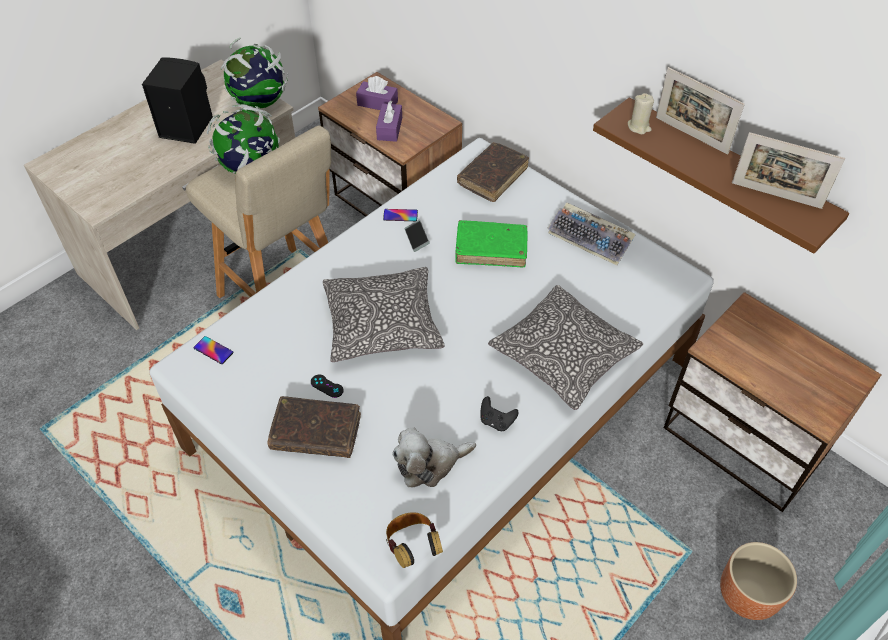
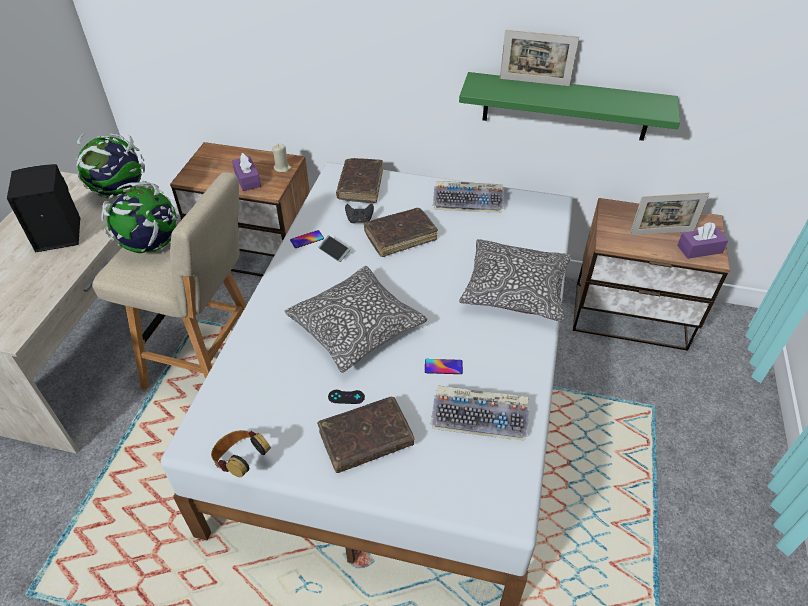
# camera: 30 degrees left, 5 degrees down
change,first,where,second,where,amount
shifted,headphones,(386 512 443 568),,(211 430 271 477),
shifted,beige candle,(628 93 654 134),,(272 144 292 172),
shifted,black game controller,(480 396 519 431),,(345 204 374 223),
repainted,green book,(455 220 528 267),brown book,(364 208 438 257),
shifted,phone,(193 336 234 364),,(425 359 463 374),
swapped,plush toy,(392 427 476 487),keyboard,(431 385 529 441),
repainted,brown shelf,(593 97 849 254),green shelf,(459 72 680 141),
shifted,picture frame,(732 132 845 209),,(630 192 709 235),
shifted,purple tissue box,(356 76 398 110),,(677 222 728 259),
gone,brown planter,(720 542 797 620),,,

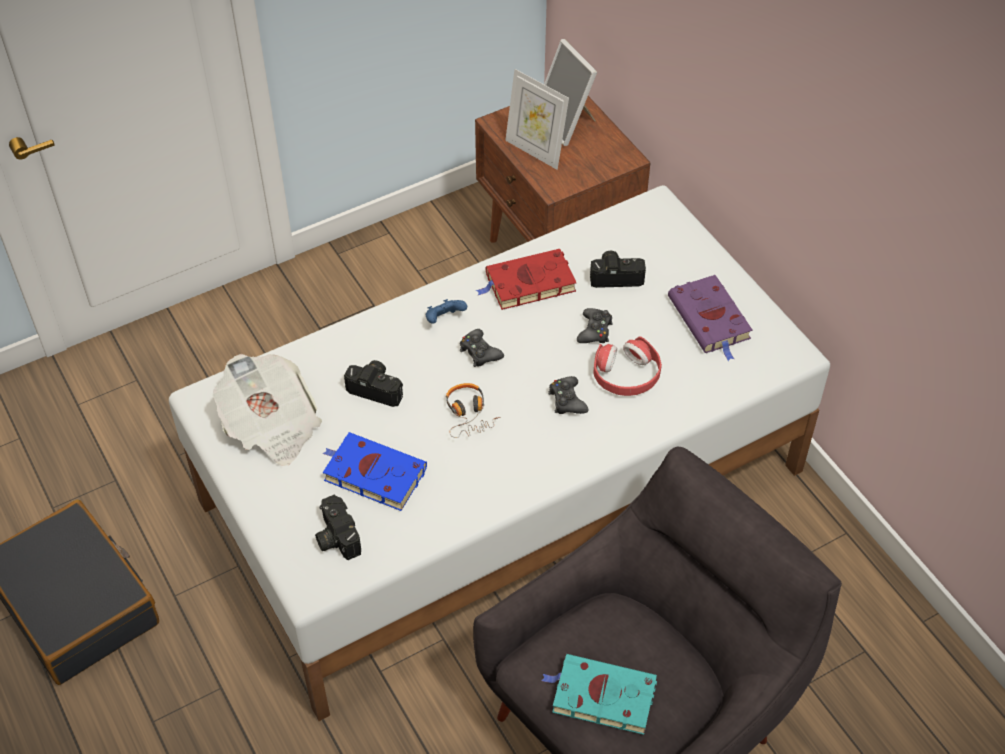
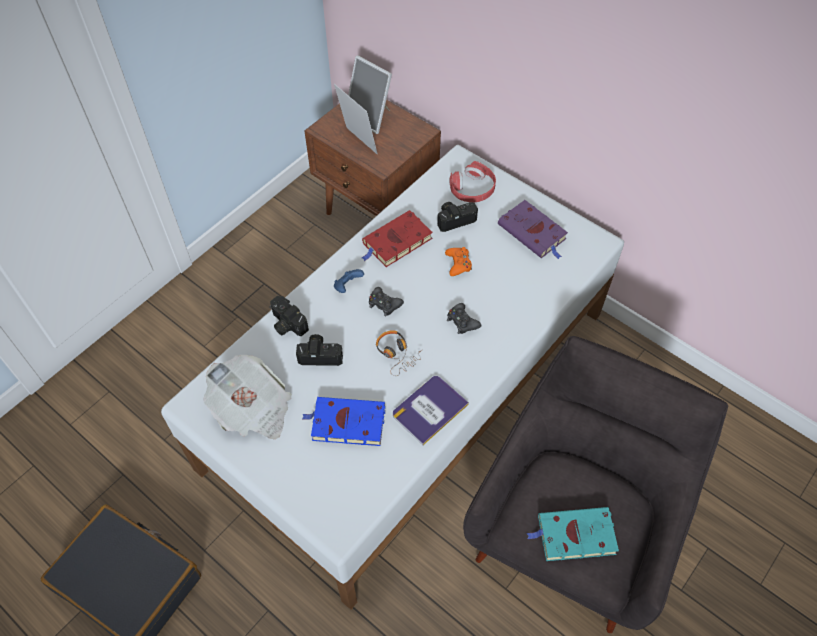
# camera: 20 degrees left, 5 degrees up
change,first,where,second,where,amount
shifted,photo camera,(315 495 361 560),,(269 296 309 336),
rotated,picture frame,(505 69 569 170),,(334 84 377 154),150 degrees counterclockwise
new,,,book,(393 376 469 445),
repainted,black game controller,(577 308 613 343),orange game controller,(445 247 472 276),
shifted,red headphones,(593 336 662 396),,(449 161 496 202),

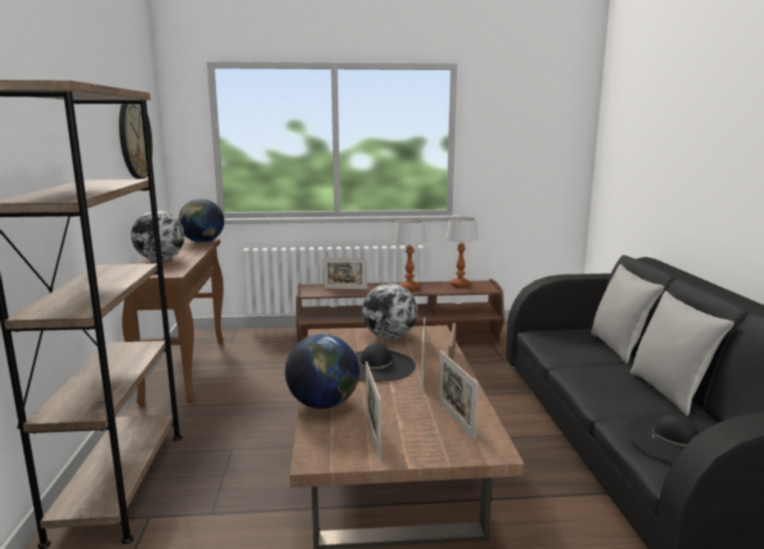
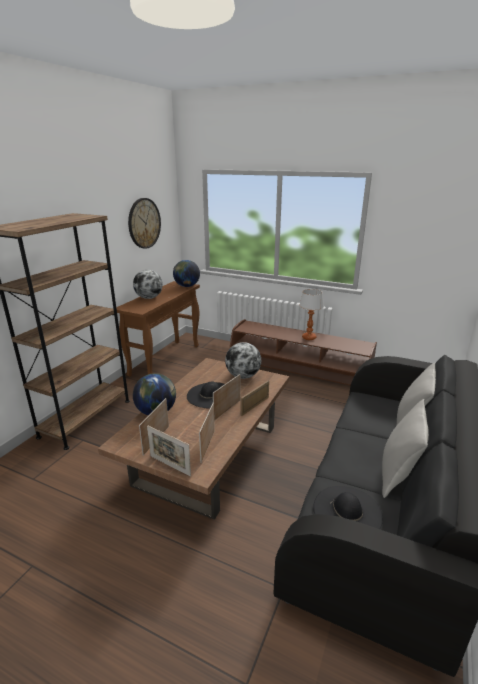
# camera: 30 degrees right, 10 degrees up
change,first,where,second,where,amount
shifted,picture frame,(323 258 367 289),,(147 425 191 476),
gone,table lamp,(445 217 478 287),,,

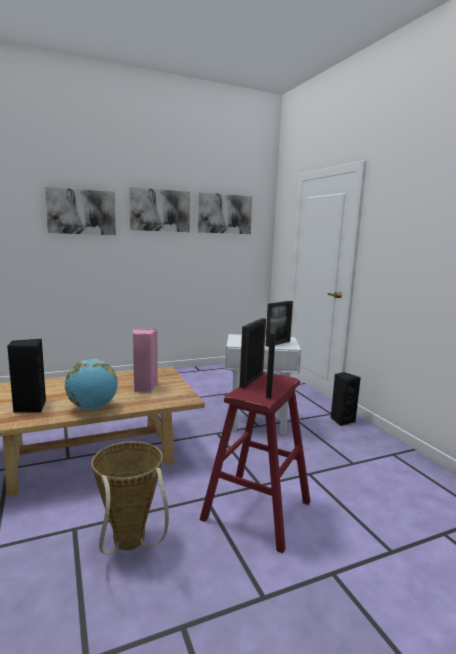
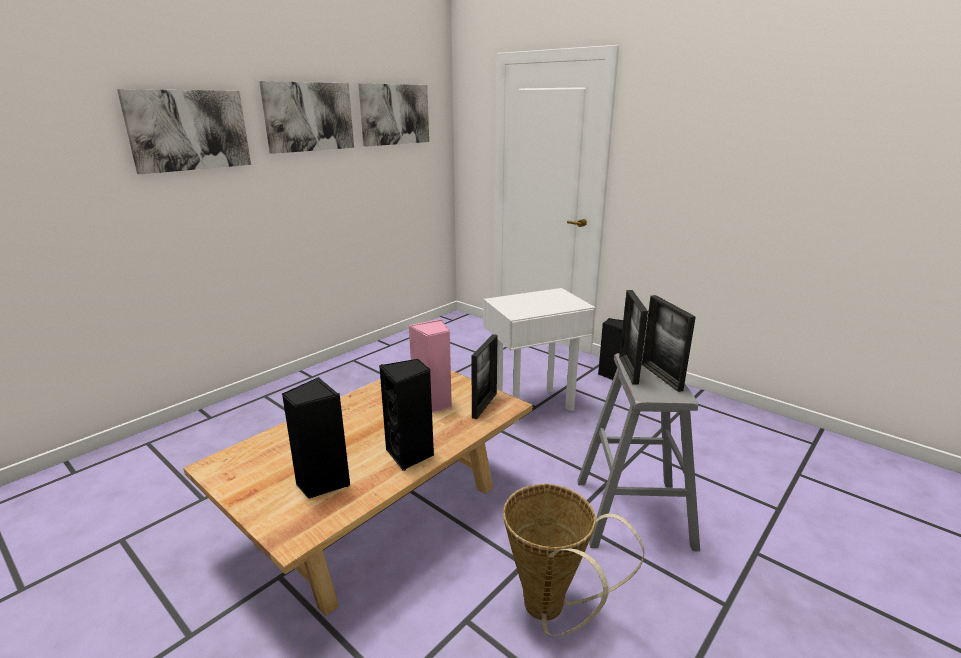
# camera: 25 degrees left, 10 degrees up
change,first,where,second,where,amount
swapped,globe,(65 359 118 410),black speaker,(379 359 434 471),
shifted,picture frame,(265 301 293 347),,(471 334 498 419),
repainted,red stool,(200 372 311 554),grey stool,(577 353 700 551),

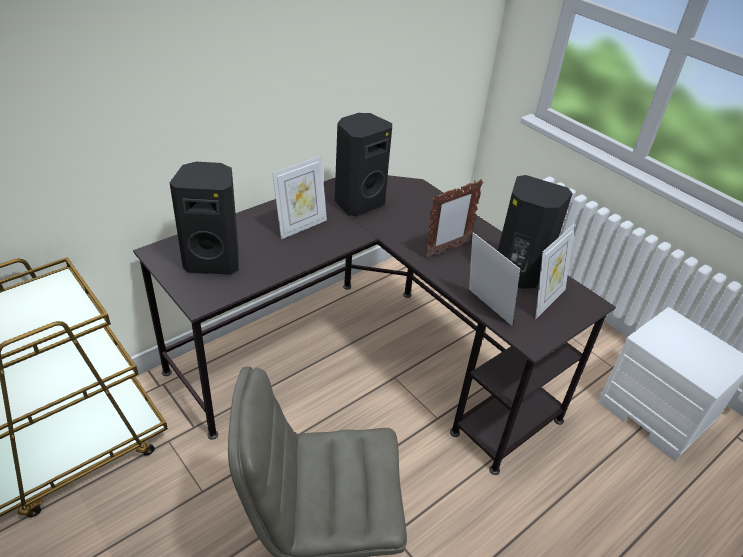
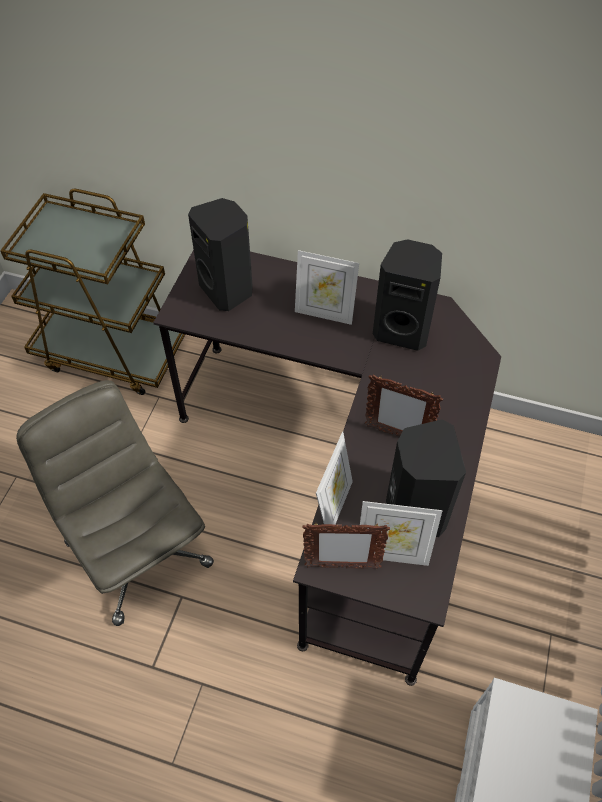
# camera: 60 degrees right, 15 degrees up
change,first,where,second,where,amount
new,,,picture frame,(302 523 390 569),

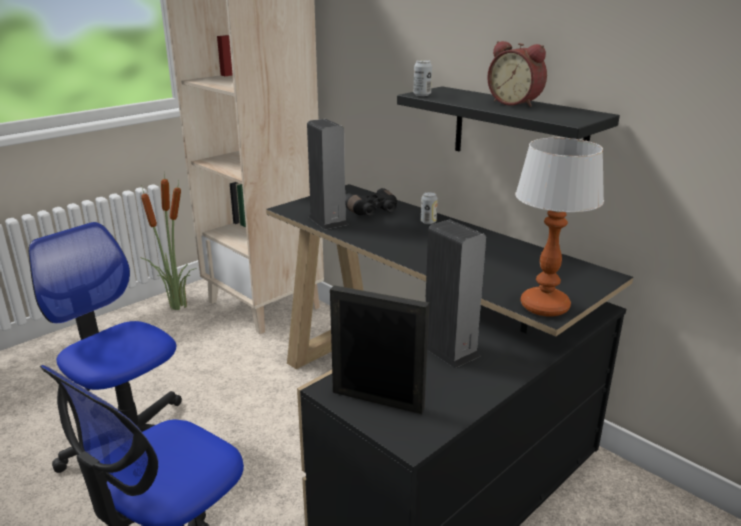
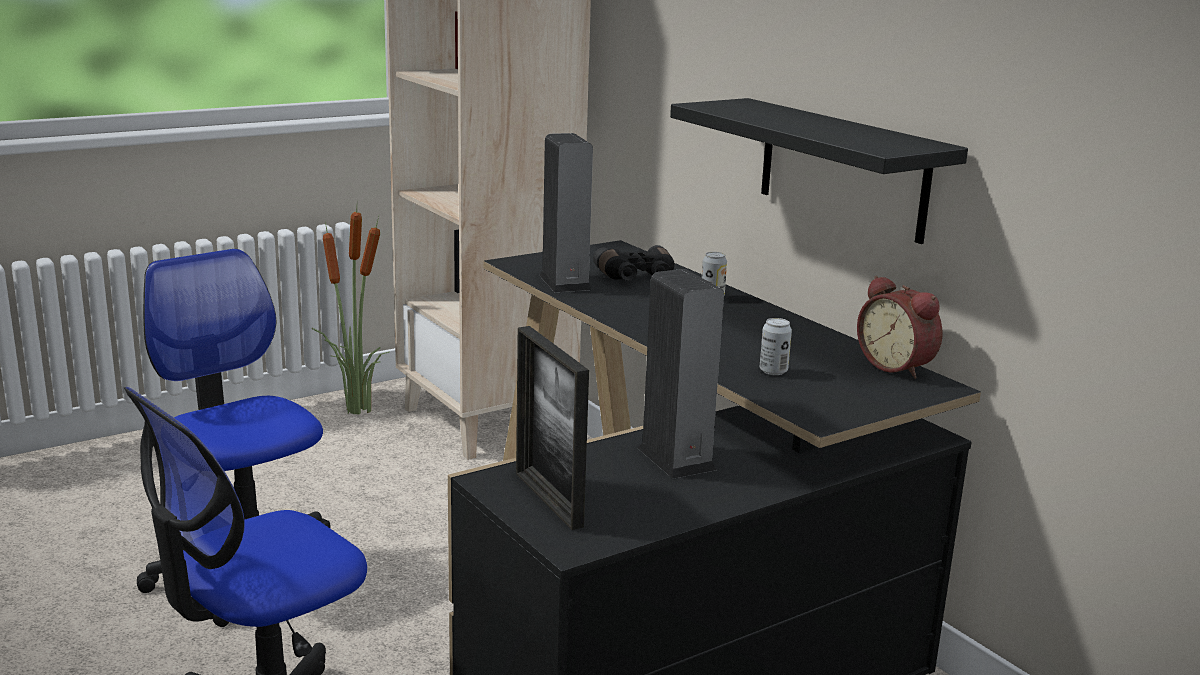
# camera: 10 degrees right, 5 degrees down
change,first,where,second,where,amount
rotated,picture frame,(330 285 429 414),,(516 326 589 530),150 degrees counterclockwise
shifted,can,(413 60 432 96),,(760 318 792 375),
shifted,alarm clock,(487 41 547 107),,(857 276 943 379),
gone,table lamp,(515 138 604 317),,,

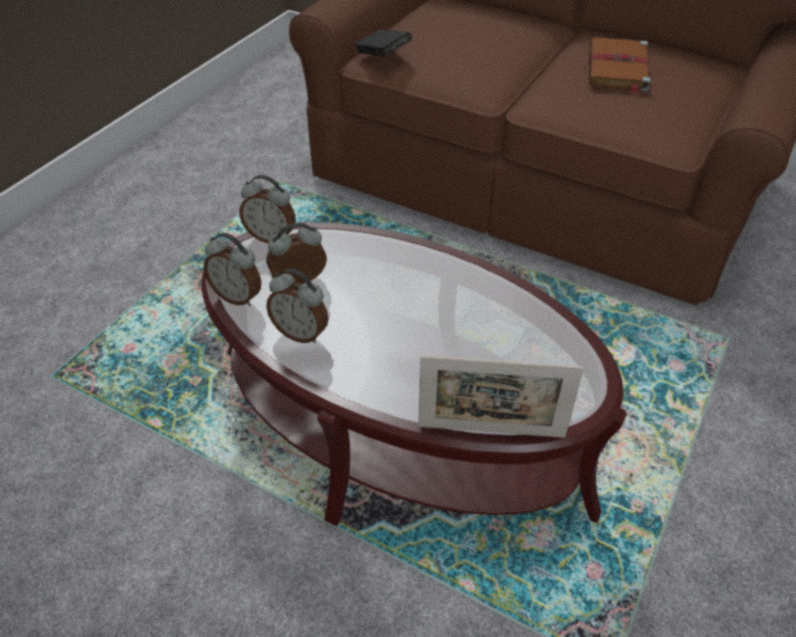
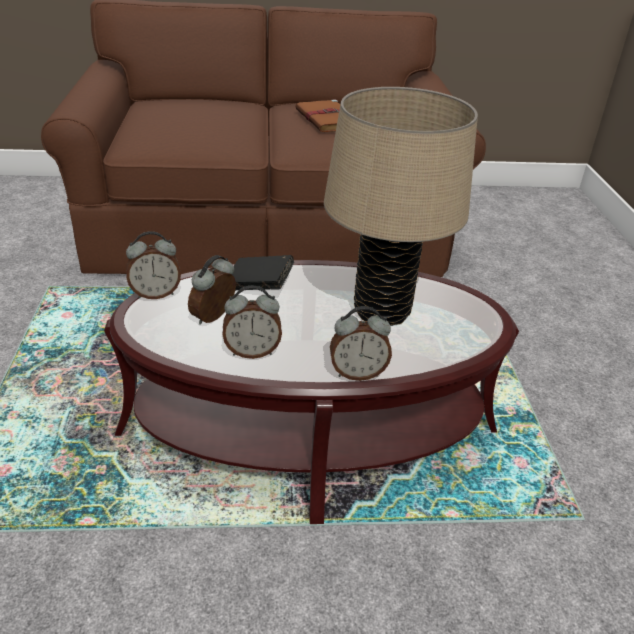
# camera: 35 degrees left, 10 degrees down
change,first,where,second,where,amount
shifted,black book,(355 30 412 57),,(231 255 294 290),
new,,,beige table lamp,(324 87 478 326),
shifted,alarm clock,(204 233 261 306),,(330 306 392 381),
gone,picture frame,(418 355 584 438),,,

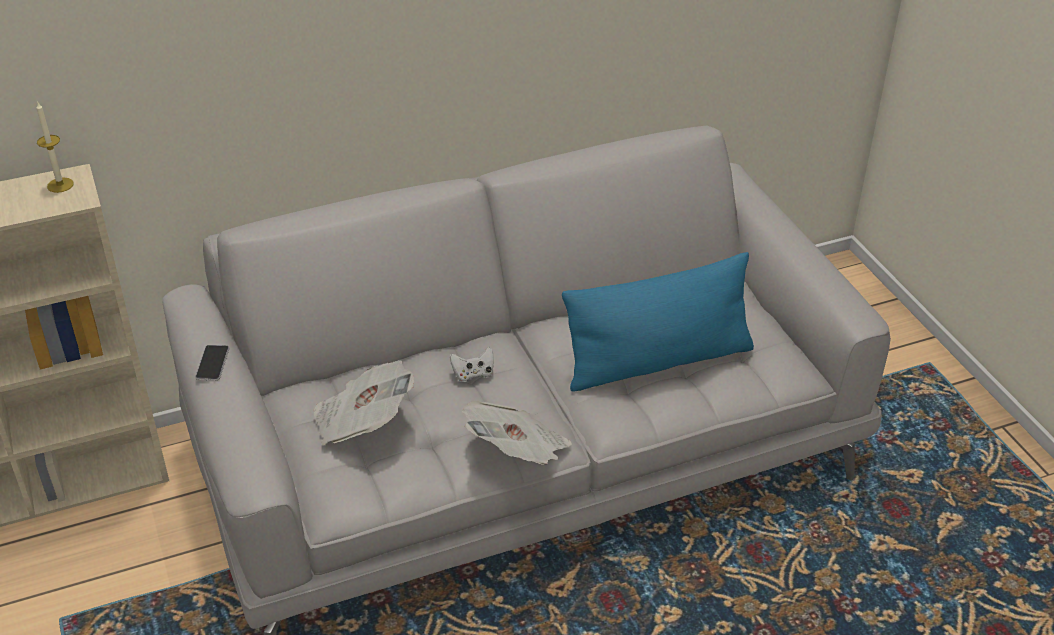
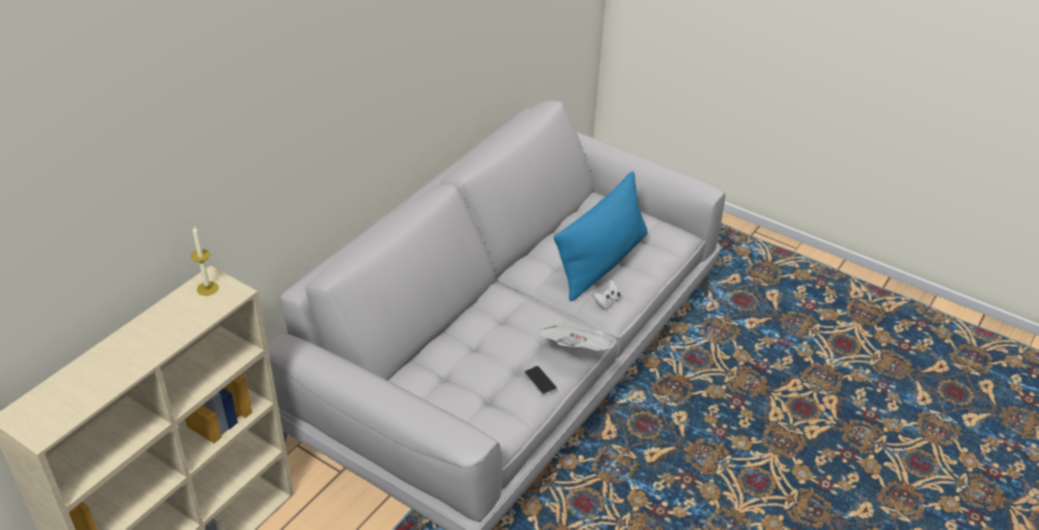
# camera: 35 degrees left, 0 degrees up
change,first,where,second,where,amount
shifted,phone,(195 345 229 380),,(524 366 557 395),
shifted,white game controller,(450 347 494 382),,(592 280 621 310),
gone,newspaper,(313 360 414 445),,,

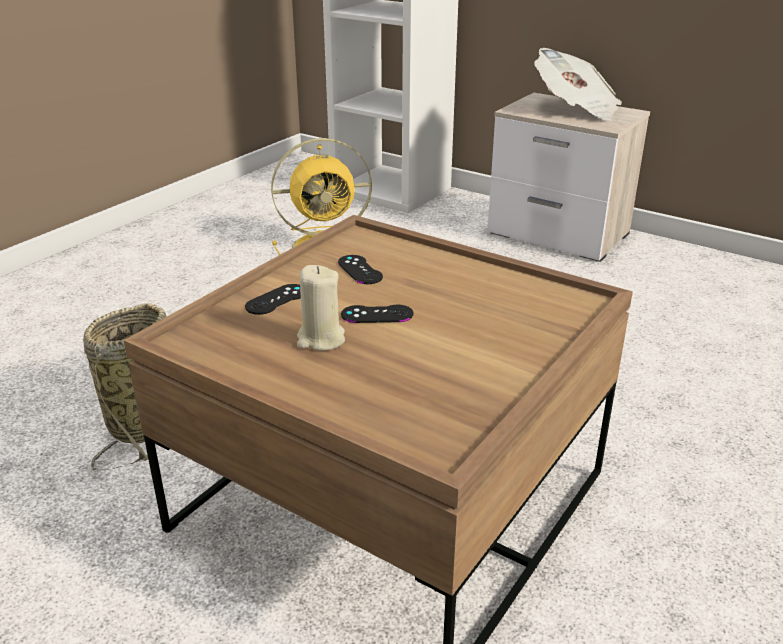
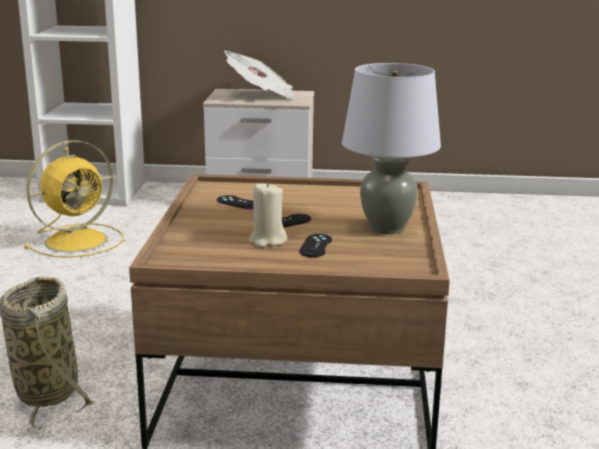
# camera: 30 degrees left, 10 degrees down
change,first,where,second,where,amount
shifted,black game controller,(245 284 301 315),,(299 234 332 257),
new,,,grey table lamp,(342 63 441 234),

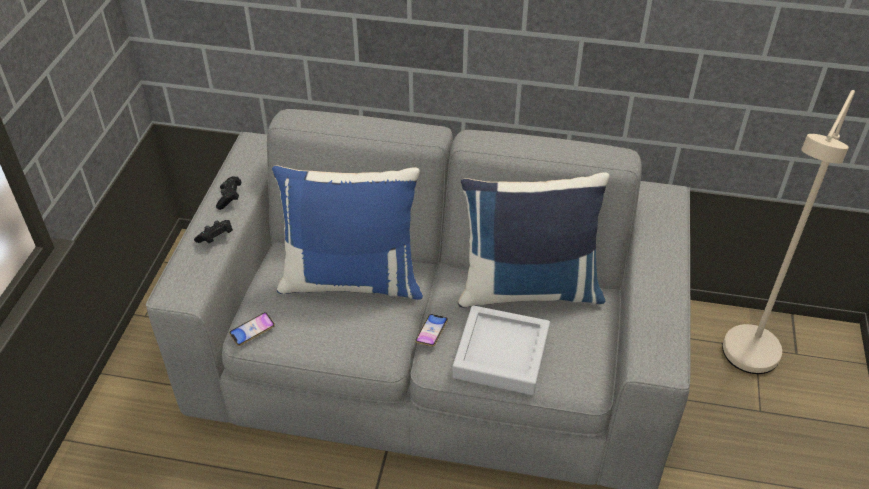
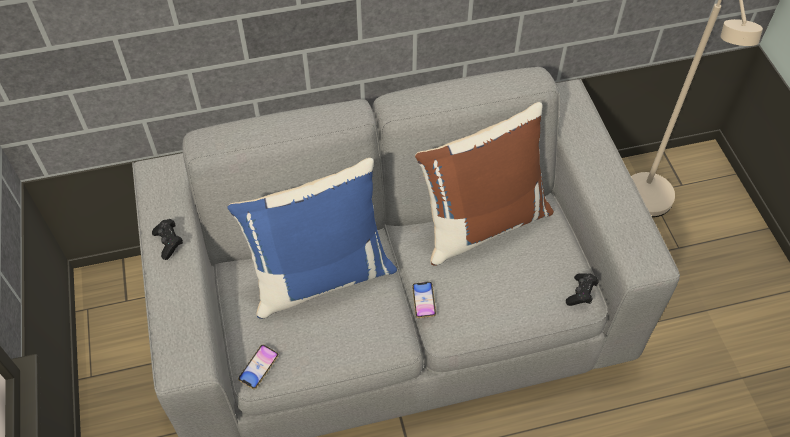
# camera: 25 degrees left, 10 degrees up
change,first,where,second,where,amount
repainted,blue pillow,(458 172 609 307),brown pillow,(415 102 554 266),
shifted,black game controller,(194 220 233 243),,(566 273 599 306),
gone,grey tray,(452 305 550 395),,,

